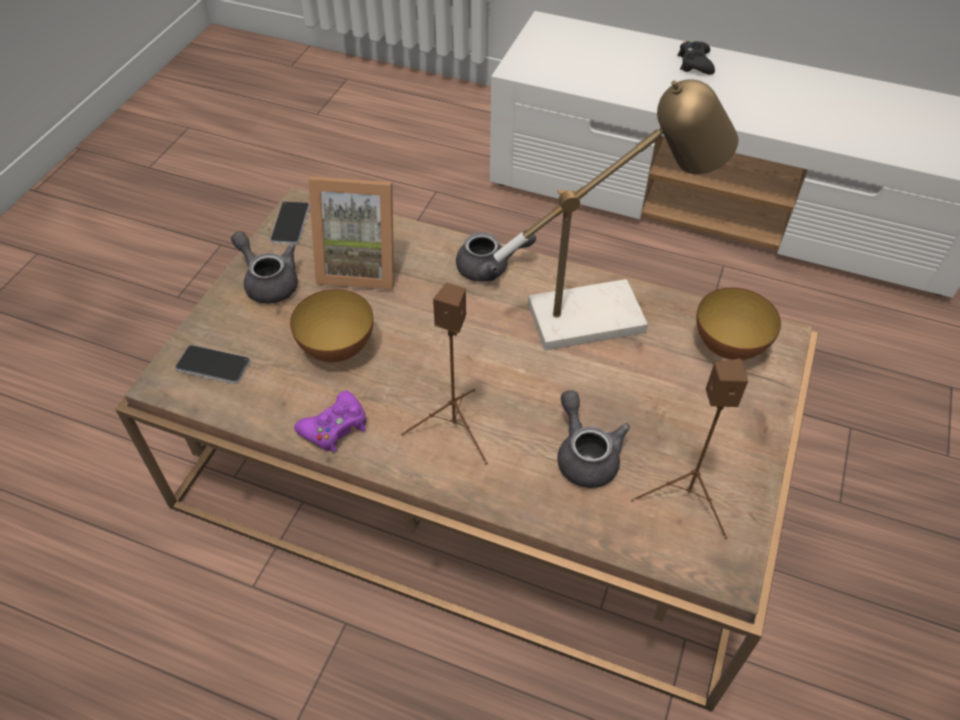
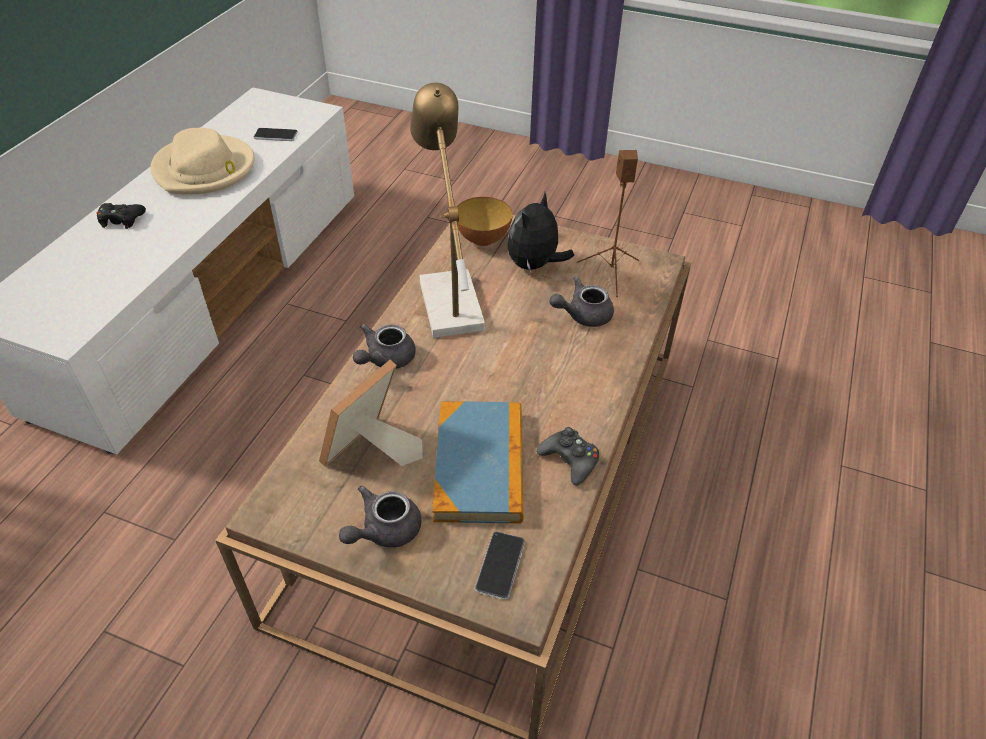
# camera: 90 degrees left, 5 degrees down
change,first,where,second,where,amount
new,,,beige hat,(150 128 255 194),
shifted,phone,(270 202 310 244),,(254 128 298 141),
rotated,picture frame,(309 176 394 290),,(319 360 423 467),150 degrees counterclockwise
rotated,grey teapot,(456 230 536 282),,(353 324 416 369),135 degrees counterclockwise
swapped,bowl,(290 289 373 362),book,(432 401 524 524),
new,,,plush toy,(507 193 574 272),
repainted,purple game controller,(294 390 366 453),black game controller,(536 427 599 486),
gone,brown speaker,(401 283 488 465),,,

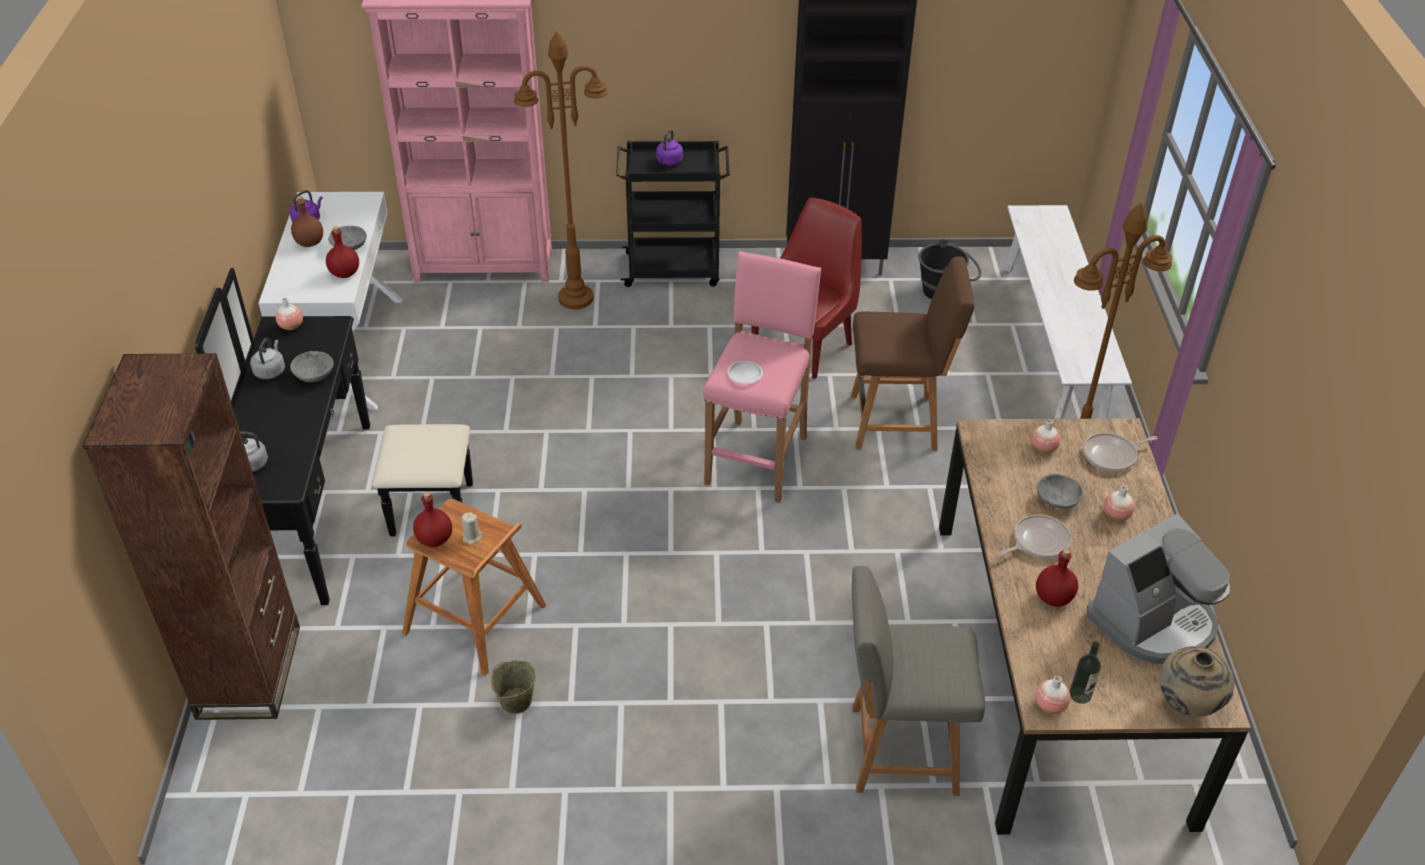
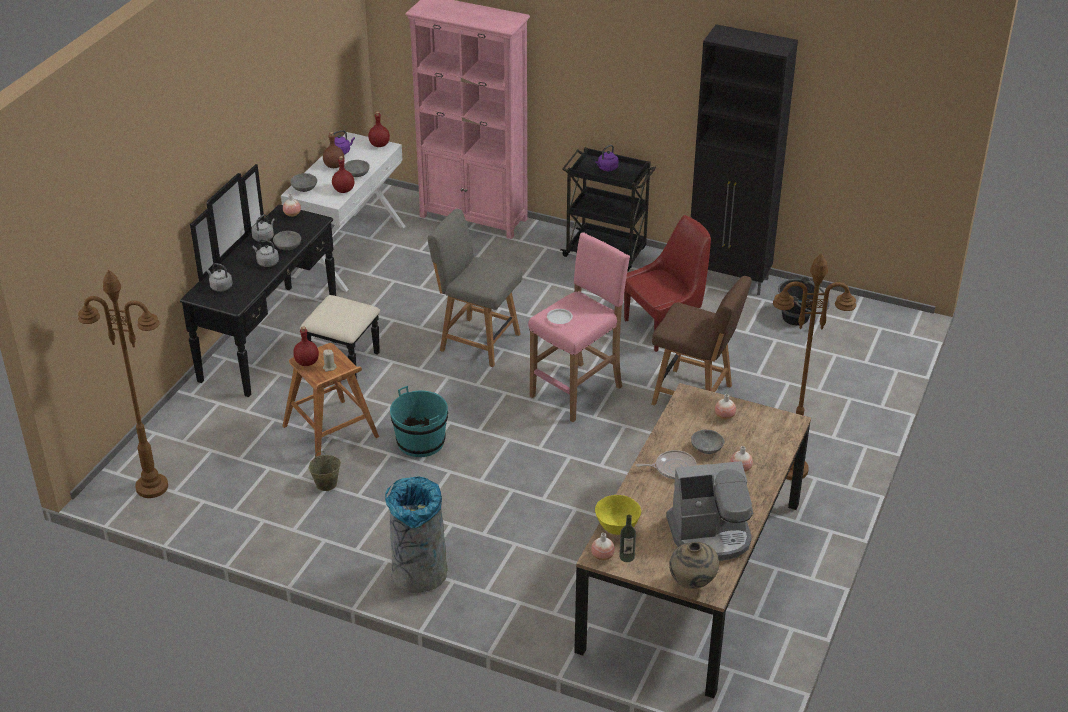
# camera: 25 degrees right, 5 degrees down
change,first,where,second,where,amount
shifted,brown floor lamp,(514 31 608 309),,(78 270 168 498),
new,,,grey kettle,(253 239 279 267),
new,,,grey bowl,(290 173 317 192),
shifted,red bottle,(1036 548 1078 607),,(368 112 390 147),
new,,,grey trash can,(385 476 448 593),
new,,,turquoise bucket,(390 386 448 457),
shifted,grey chair,(852 566 985 796),,(428 209 522 367),
new,,,yellow bowl,(595 495 641 535),
gone,brown bookcase,(83 353 300 720),,,
gone,white bench,(1005 205 1132 419),,,
gone,frying pan,(1083 433 1157 472),,,

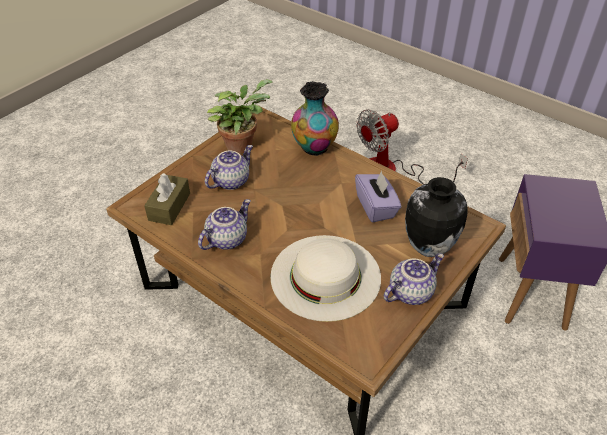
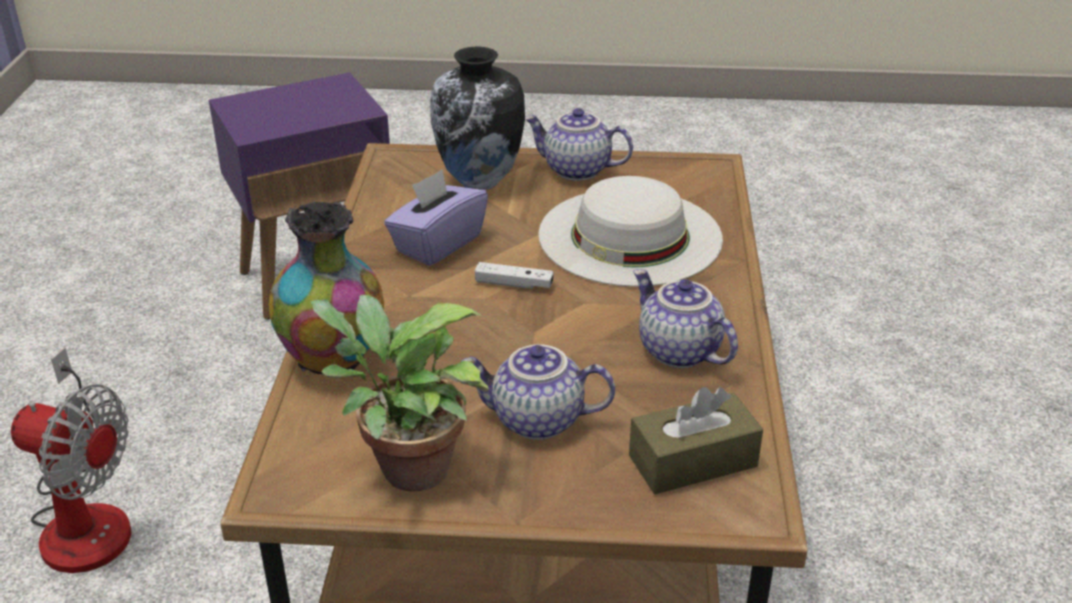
# camera: 125 degrees left, 10 degrees down
change,first,where,second,where,amount
new,,,white game controller,(475 262 554 289),
rotated,teapot,(198 199 251 250),,(633 269 738 368),45 degrees clockwise

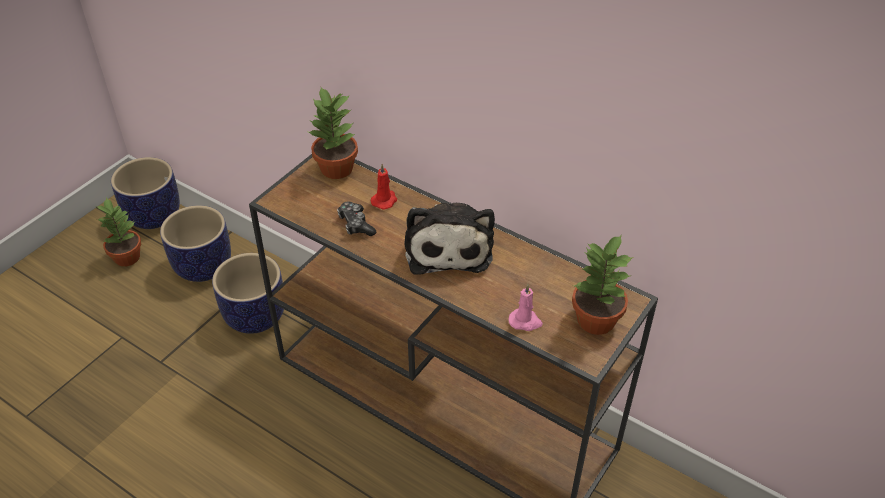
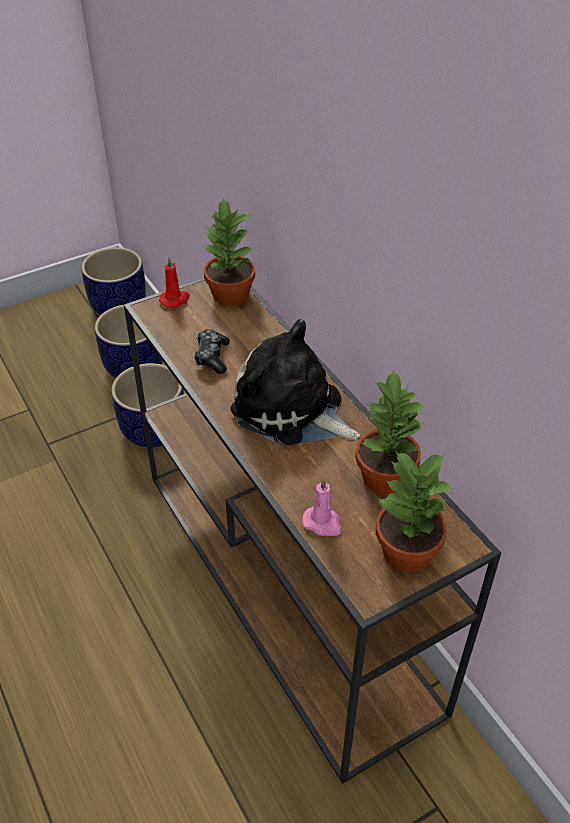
# camera: 25 degrees right, 0 degrees up
change,first,where,second,where,amount
shifted,red candle,(371 164 397 210),,(159 257 190 308),
rotated,plush toy,(405 202 495 275),,(231 319 360 446),105 degrees clockwise
shifted,potted plant,(96 197 141 267),,(355 370 425 495),

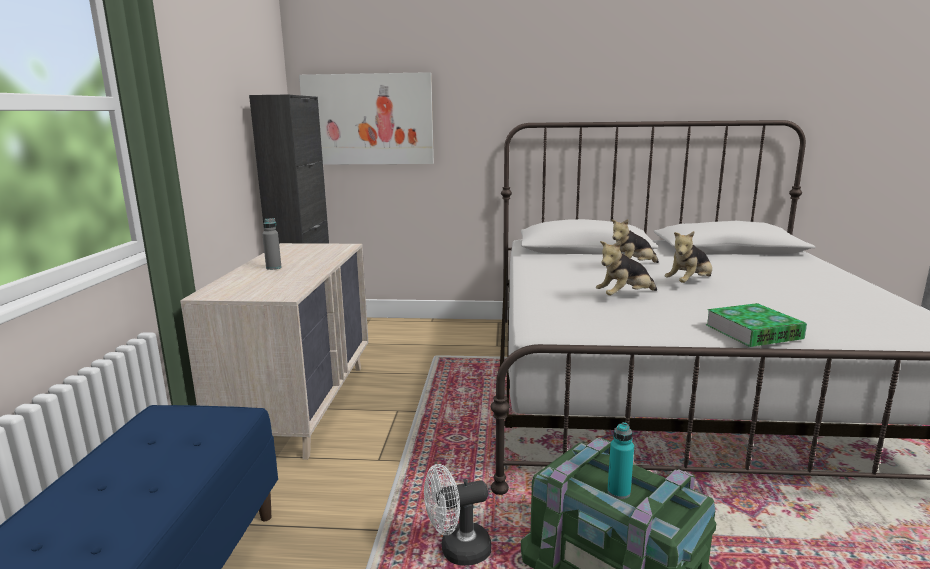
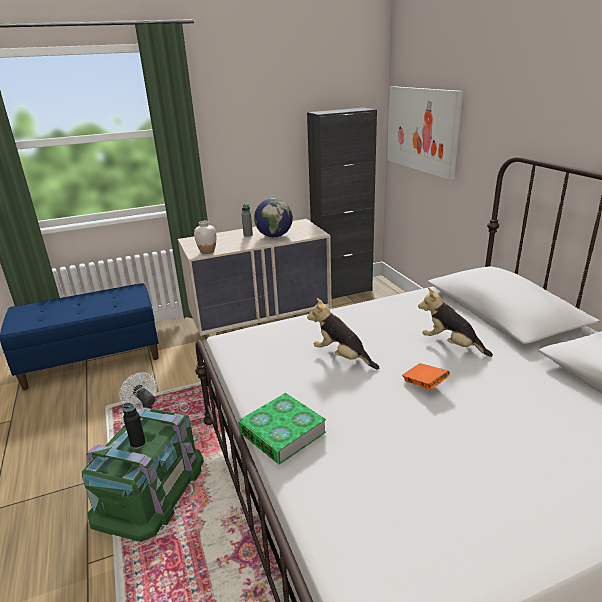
# camera: 65 degrees right, 10 degrees up
change,first,where,second,where,amount
repainted,turquoise bottle,(607 422 634 499),black bottle,(122 403 146 449),
new,,,white vase,(194 221 216 254),
new,,,globe,(254 198 293 237),
swapped,plush toy,(664 231 712 283),orange book,(402 363 450 390),

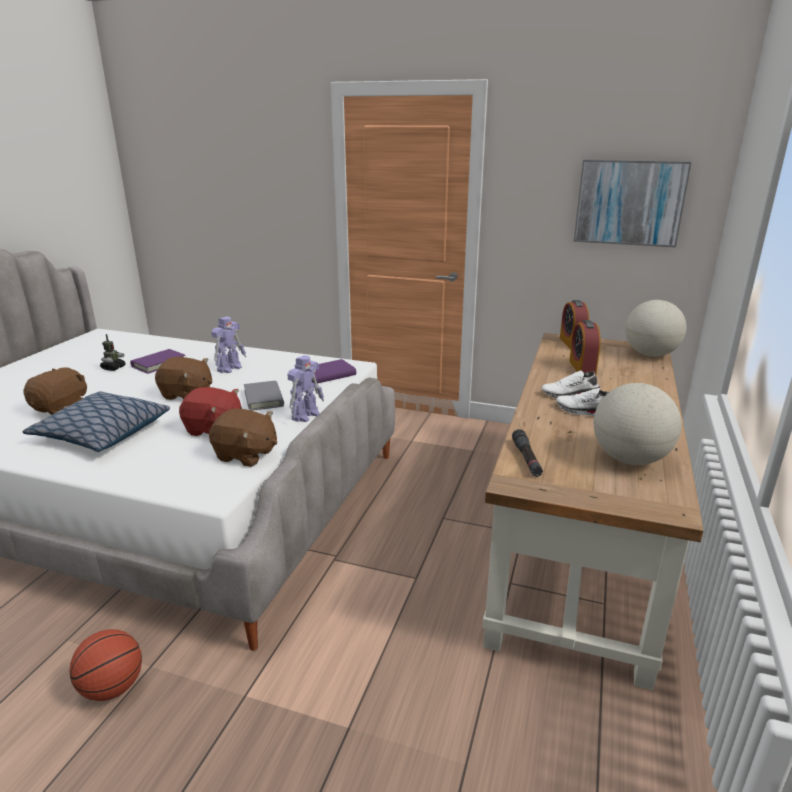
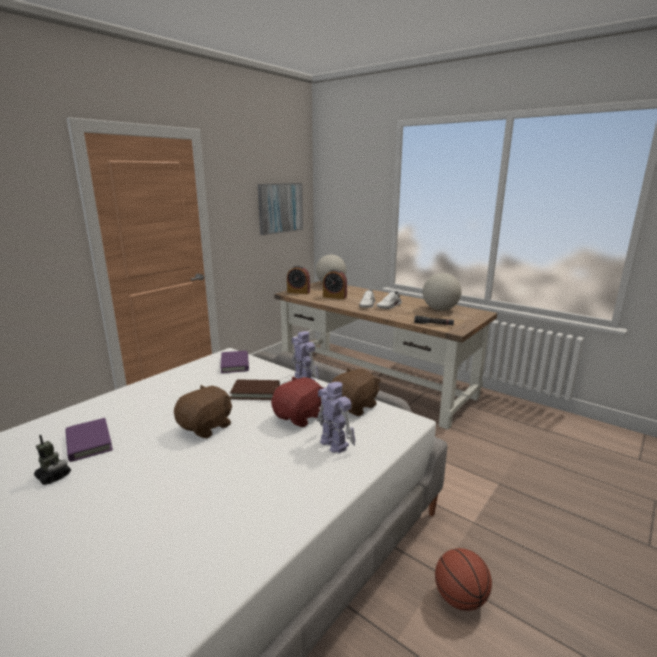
# camera: 70 degrees left, 5 degrees down
change,first,where,second,where,amount
repainted,grey book,(244 381 284 411),brown book,(230 379 280 400),
shifted,toy robot,(211 316 246 373),,(317 382 355 453),
gone,pillow,(23 391 170 452),,,
gone,brown plush toy,(24 367 87 415),,,

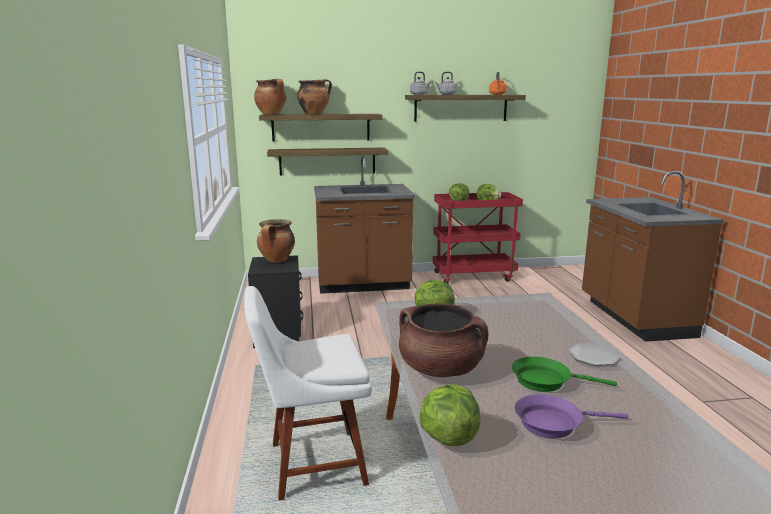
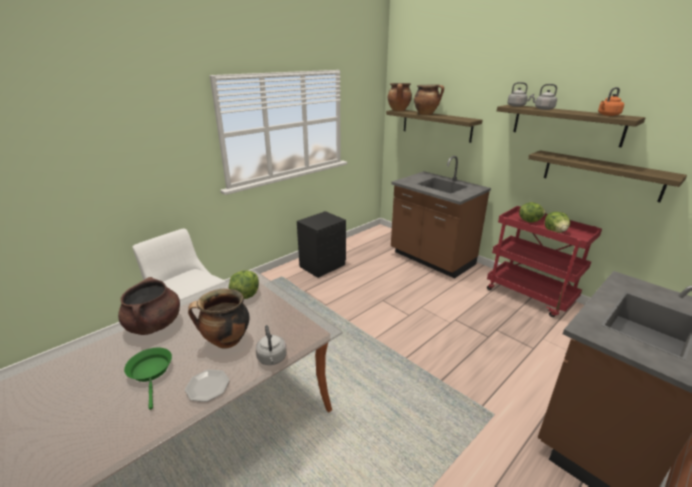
# camera: 55 degrees right, 10 degrees up
change,first,where,second,where,amount
shifted,cooking pot,(257 219 295 263),,(188 289 249 348),
new,,,grey kettle,(256 325 287 365),
shifted,shelf,(267 148 388 175),,(528 150 687 202),
gone,lettuce,(419 384 481 446),,,
gone,purple frying pan,(514 394 628 438),,,

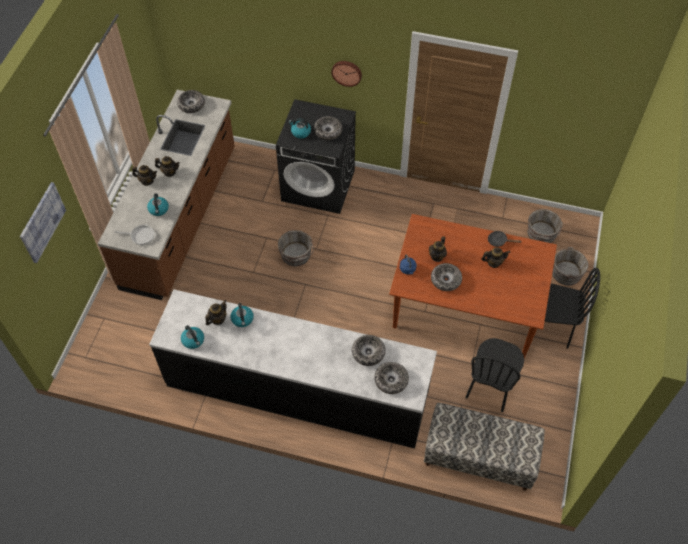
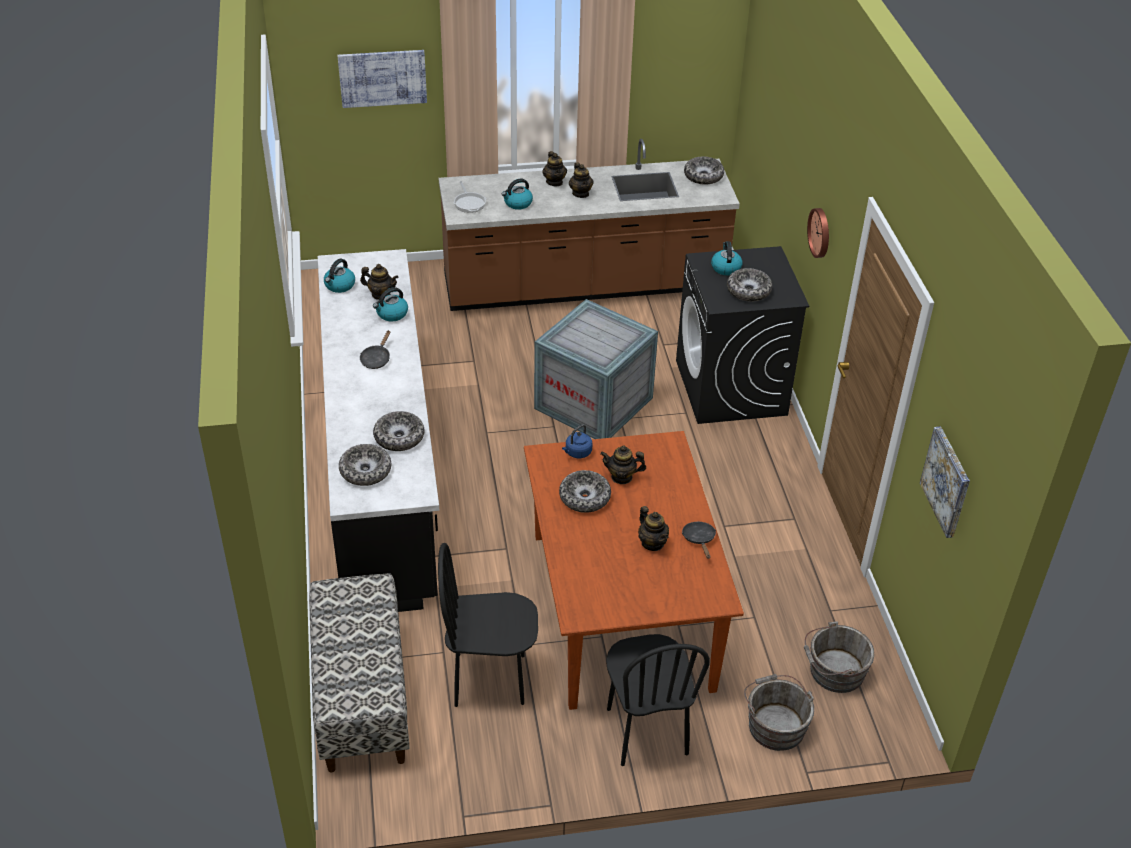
# camera: 65 degrees right, 15 degrees down
change,first,where,second,where,amount
new,,,black frying pan,(360 330 390 369),
swapped,grey bucket,(278 230 314 266),crate,(534 299 658 439),
new,,,picture,(920 426 970 538),

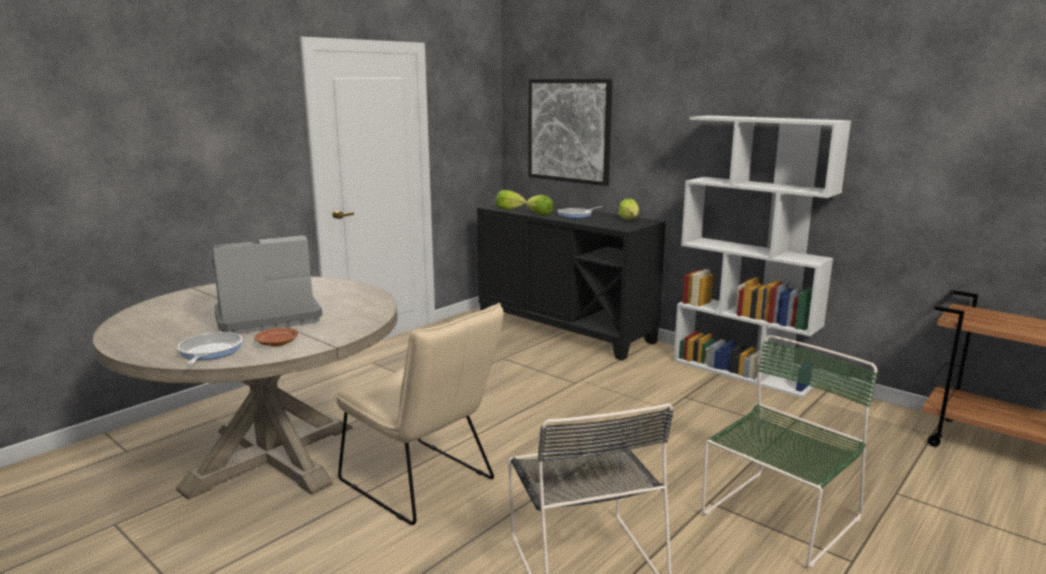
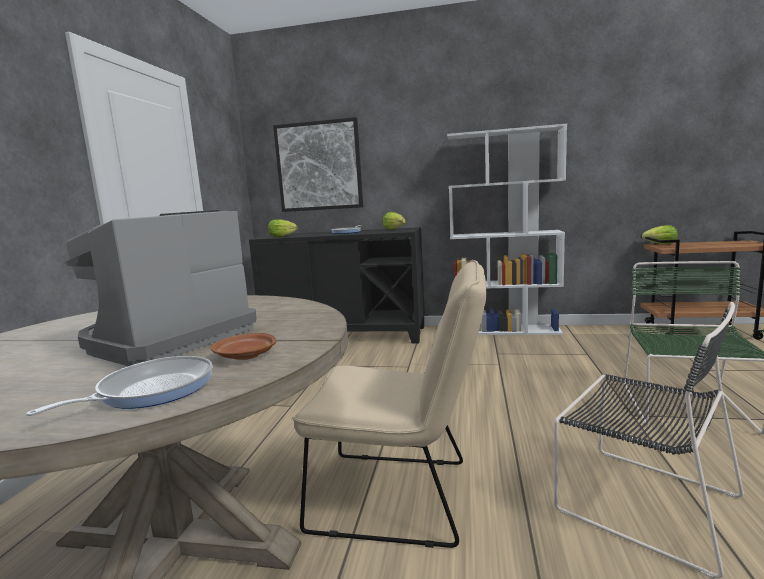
# camera: 30 degrees left, 5 degrees down
change,first,where,second,where,amount
rotated,frying pan,(177 332 242 365),,(26 356 213 416),75 degrees clockwise
shifted,lettuce,(526 195 553 216),,(642 225 678 244),

